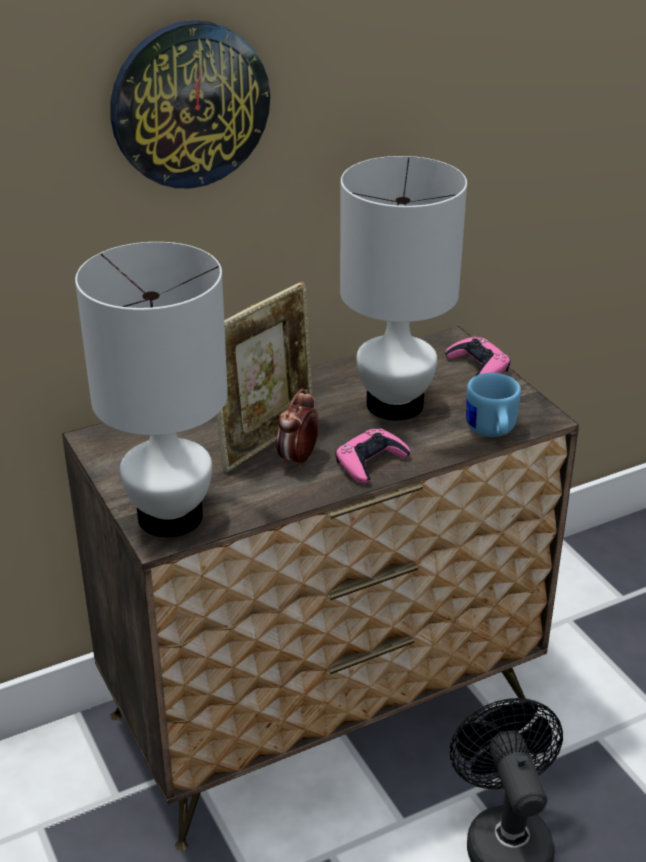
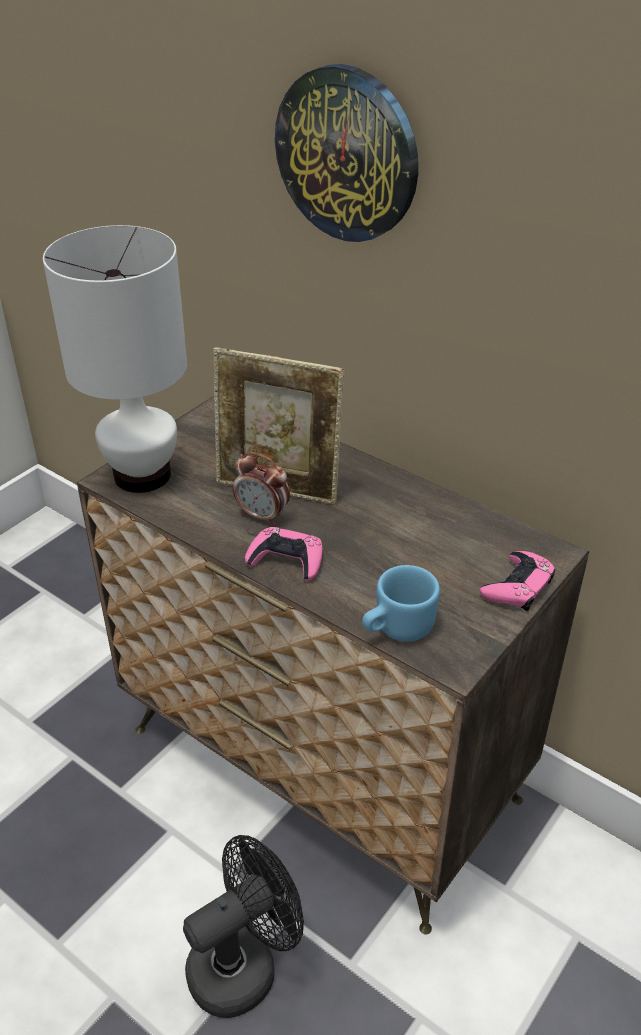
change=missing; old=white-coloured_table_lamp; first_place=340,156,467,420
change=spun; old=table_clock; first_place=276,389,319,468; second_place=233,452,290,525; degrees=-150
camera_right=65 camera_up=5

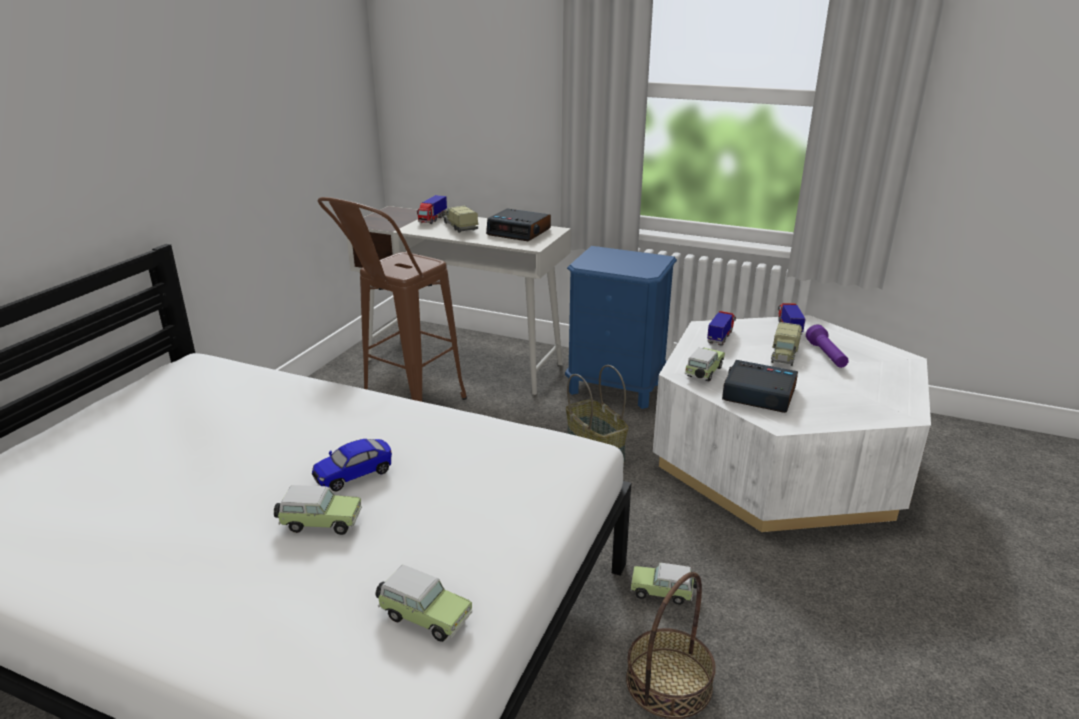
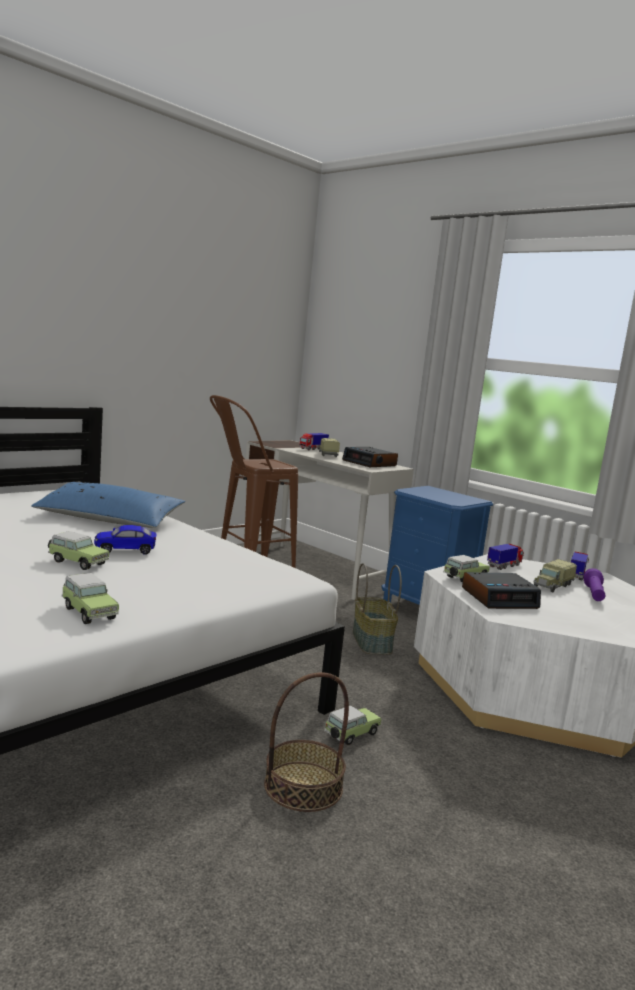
change=appeared; new=blue-coloured_throw_pillow; second_place=31,482,185,528
change=spun; old=miniature_car; first_place=631,563,697,605; second_place=324,705,382,745; degrees=105
change=spun; old=table_clock; first_place=722,360,798,413; second_place=462,572,541,609; degrees=120
camera_right=20 camera_up=-15

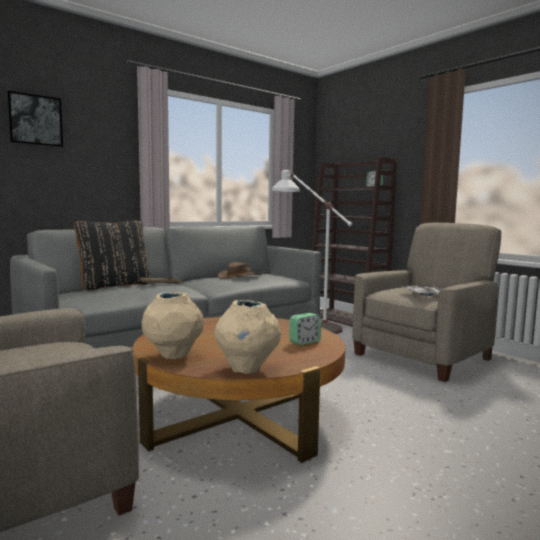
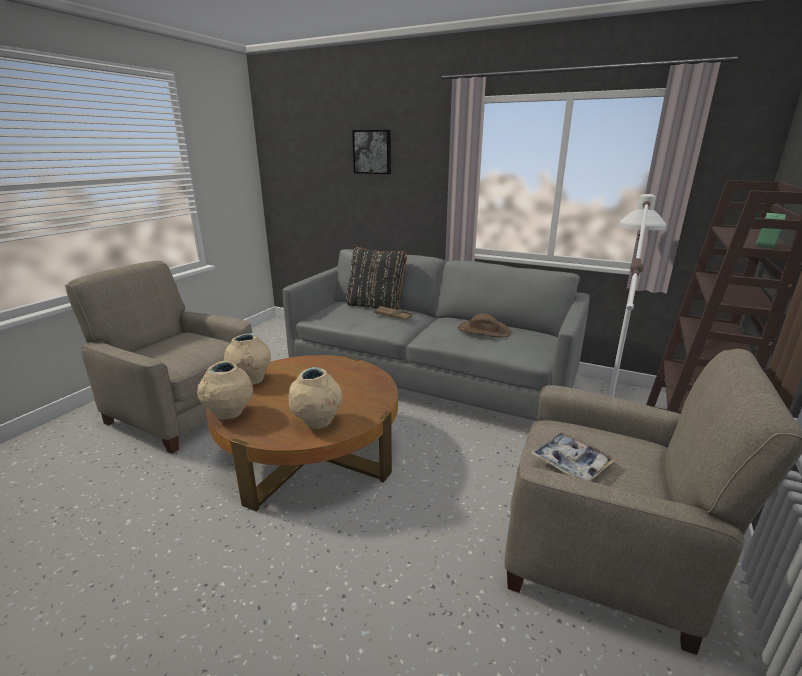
change=exchanged; old=table_clock; new=beige-coloured_flower_vase; first_place=289,313,321,345; second_place=289,367,342,429
camera_right=65 camera_up=15

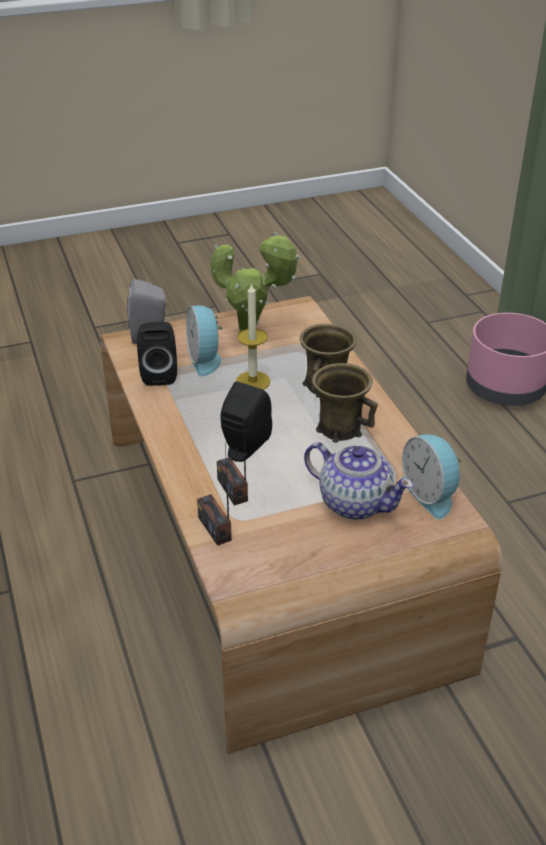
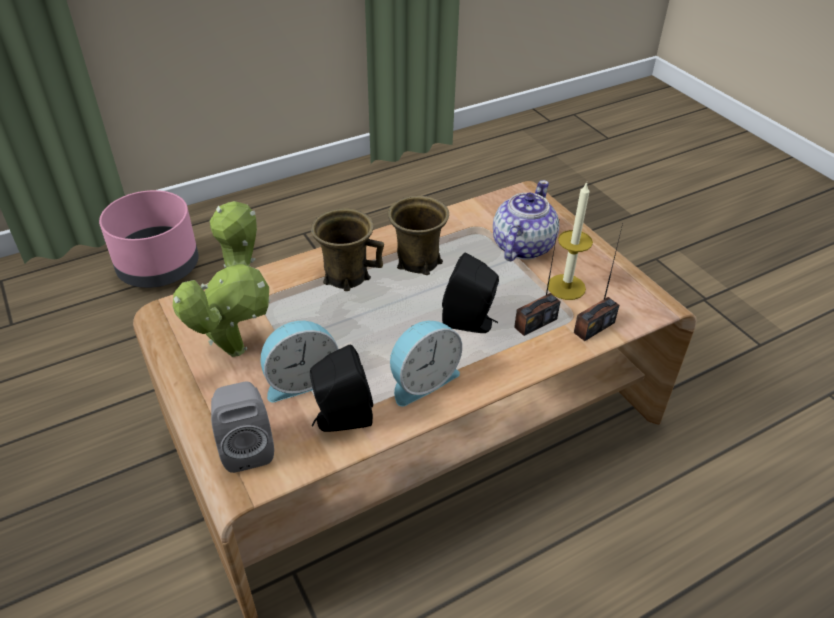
change=relocated; old=wax_candle; first_place=236,282,270,390; second_place=547,182,593,300
change=relocated; old=table_clock; first_place=401,434,463,519; second_place=390,321,462,407
camera_right=-100 camera_up=5

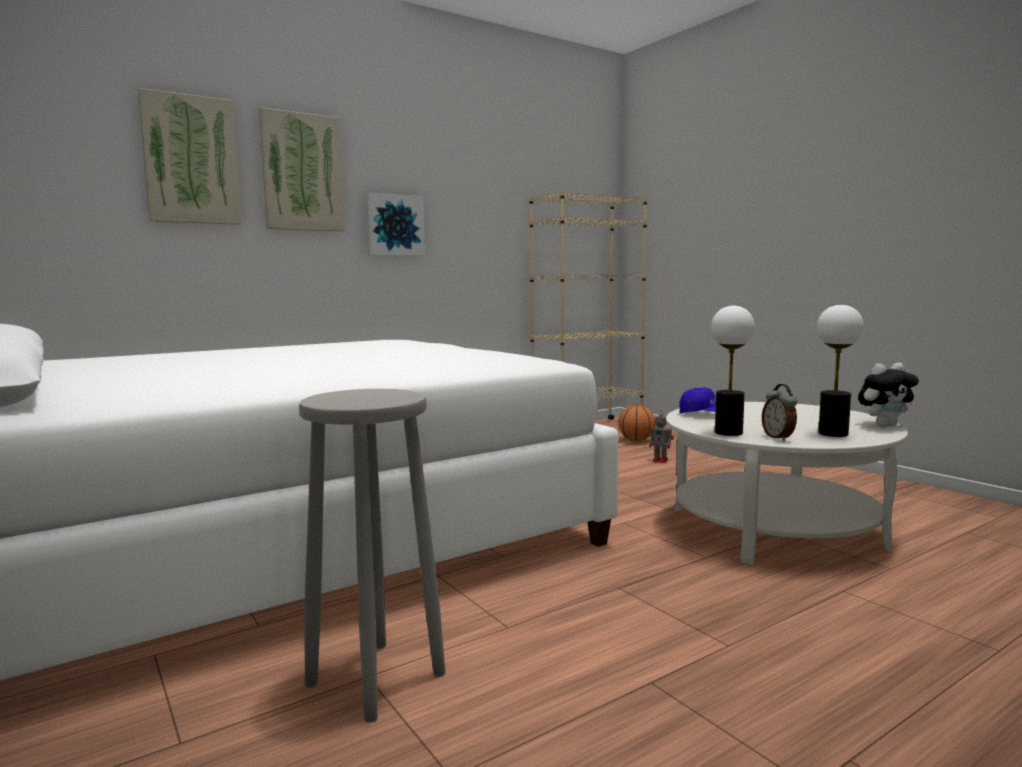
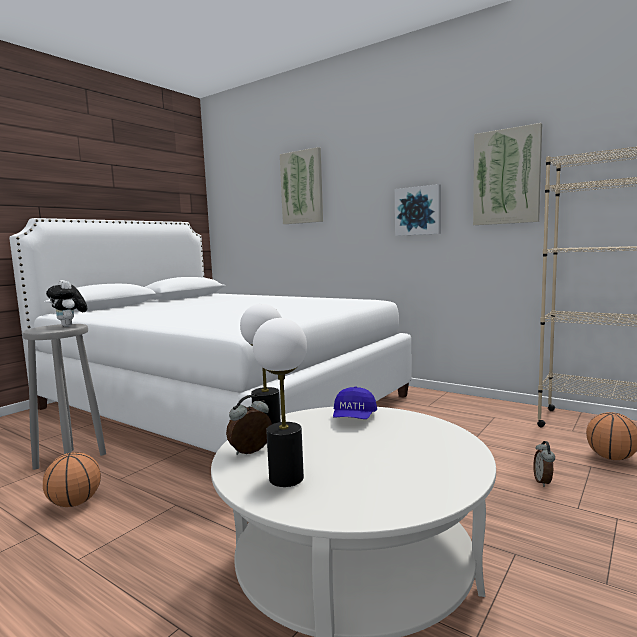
change=appeared; new=basketball; second_place=43,452,101,507
change=relocated; old=wall_art; first_place=259,107,345,231; second_place=473,123,542,225
change=relocated; old=soft_toy; first_place=858,363,919,427; second_place=46,280,87,327
change=exchanged; old=robot_figure; new=table_clock; first_place=649,410,674,463; second_place=533,441,555,487
camera_right=70 camera_up=0

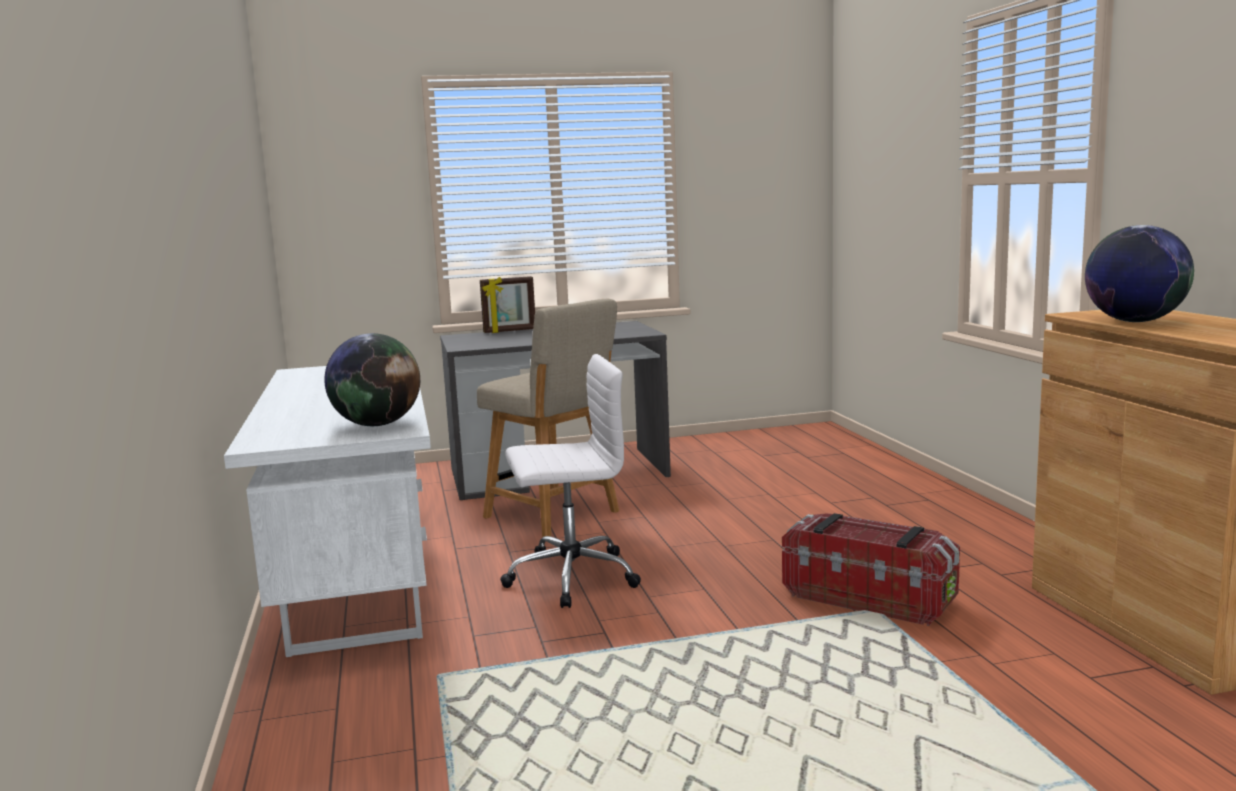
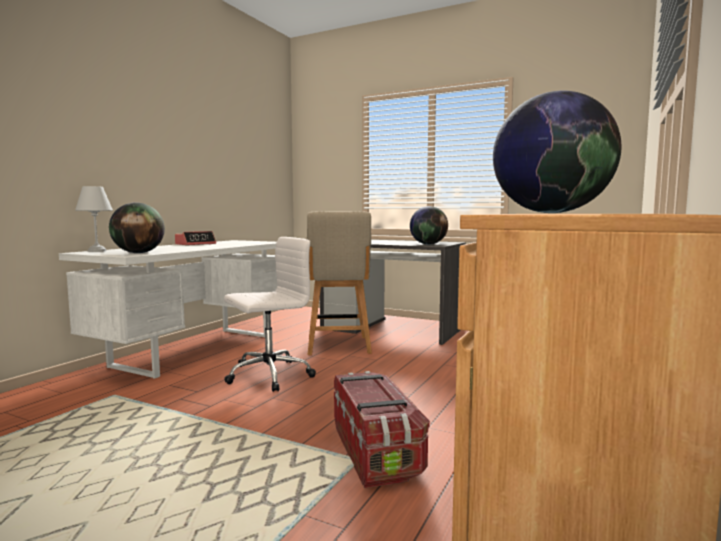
change=missing; old=standing_frame; first_place=480,276,535,333
change=appeared; new=white-coloured_table_lamp; second_place=75,186,113,252
change=appeared; new=table_clock; second_place=175,231,216,246
change=appeared; new=desk_globe; second_place=410,206,448,245
change=spun; old=white-coloured_desk_chair; first_place=500,354,641,608; second_place=224,237,316,392; degrees=-60
camera_right=40 camera_up=-5

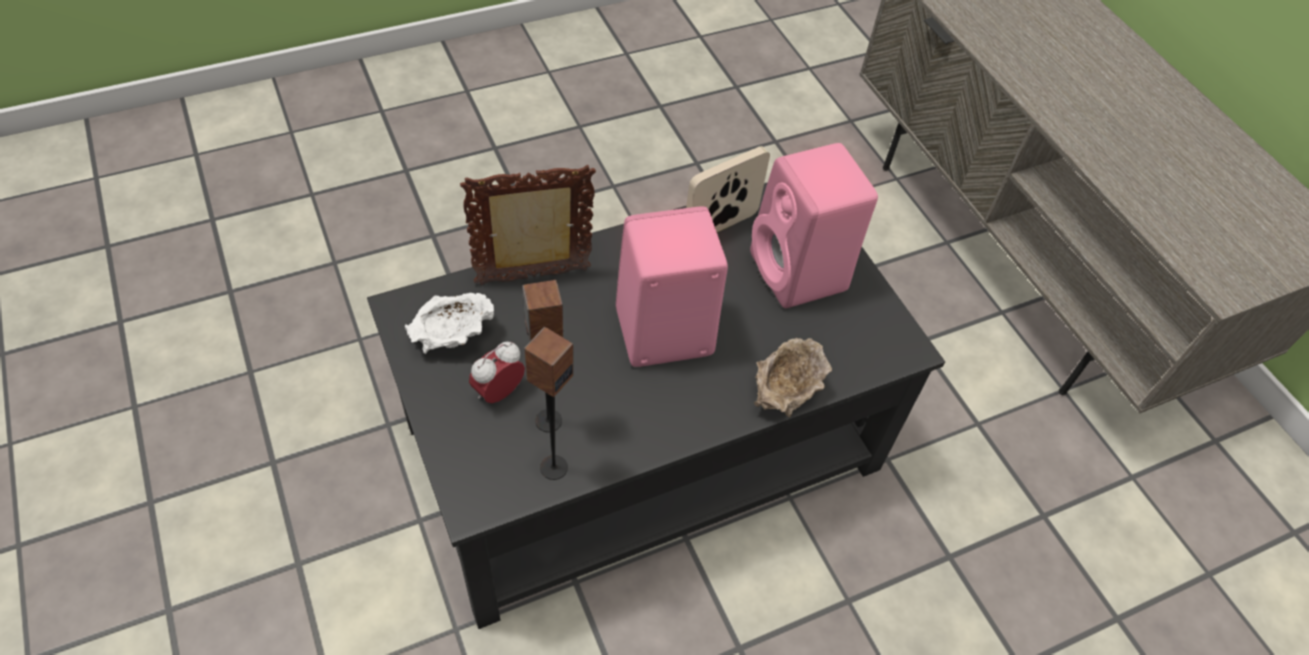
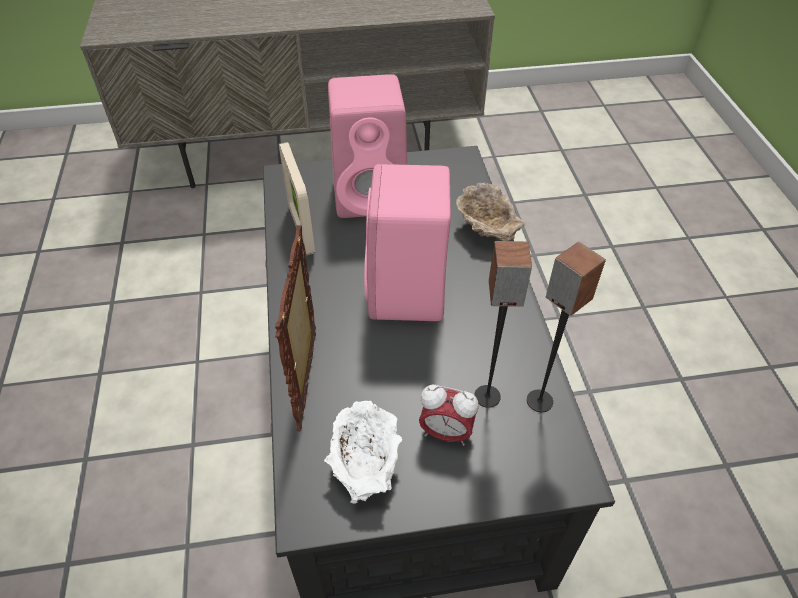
change=spun; old=table_clock; first_place=469,342,525,403; second_place=419,385,479,446; degrees=-45
camera_right=-70 camera_up=-5

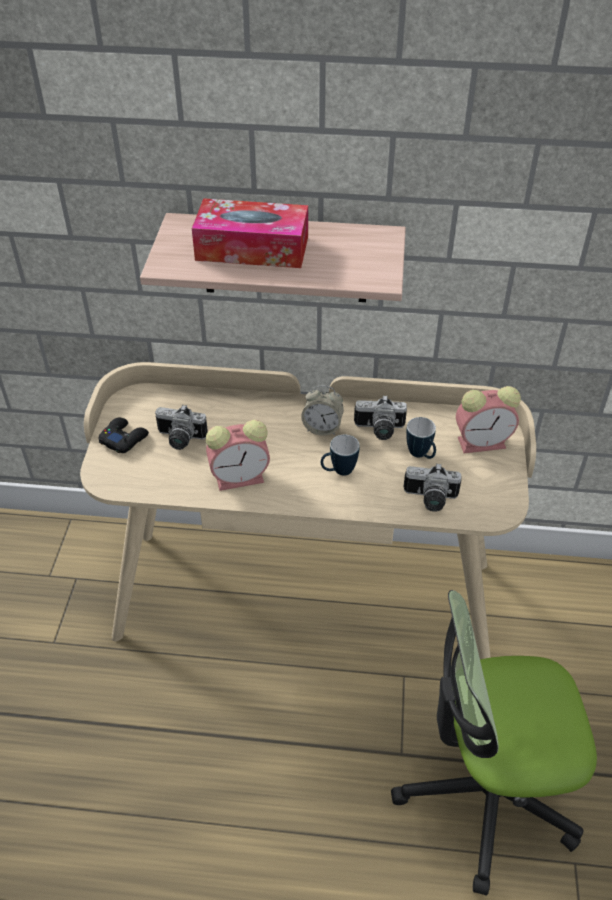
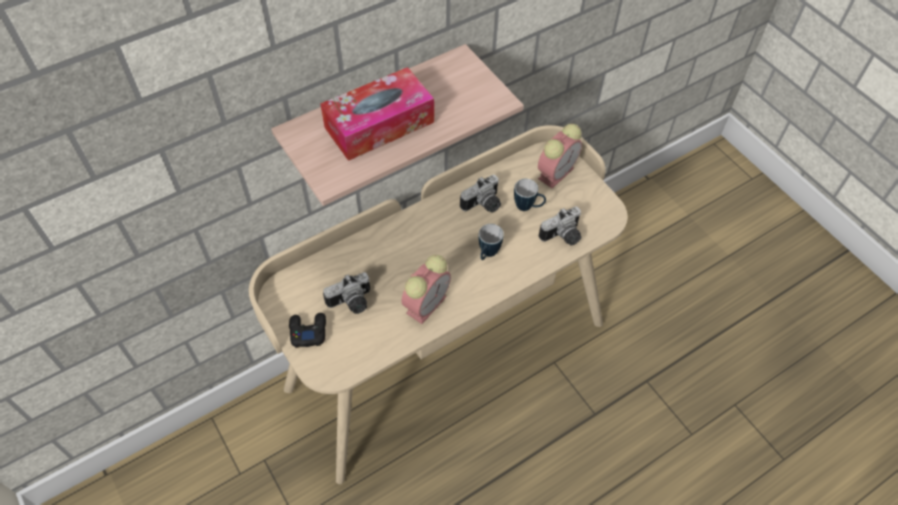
change=missing; old=table_clock; first_place=301,386,344,436
change=missing; old=desk_chair; first_place=391,590,597,896
camera_right=-40 camera_up=10

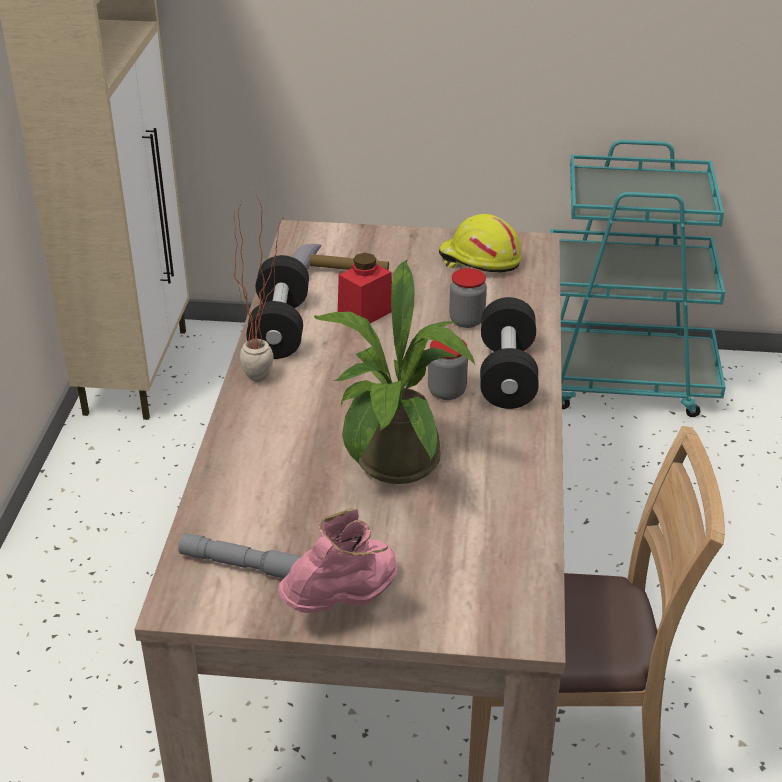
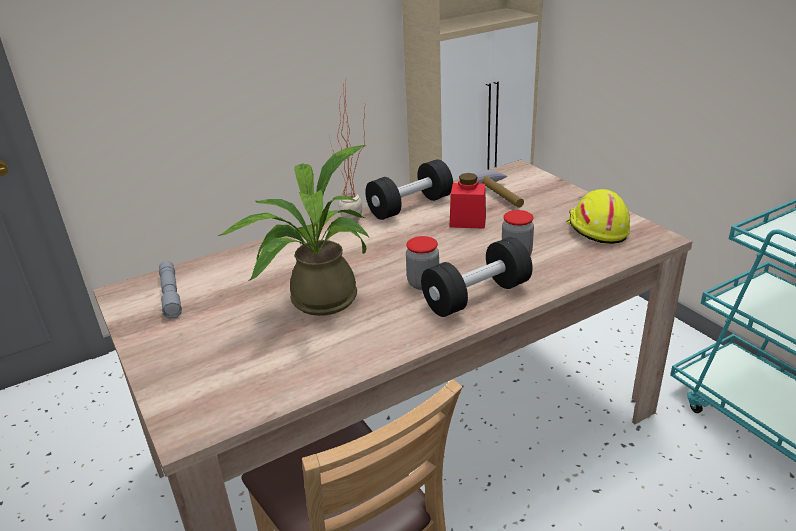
change=missing; old=pink_high-top_boot; first_place=278,509,398,613
camera_right=55 camera_up=-5

